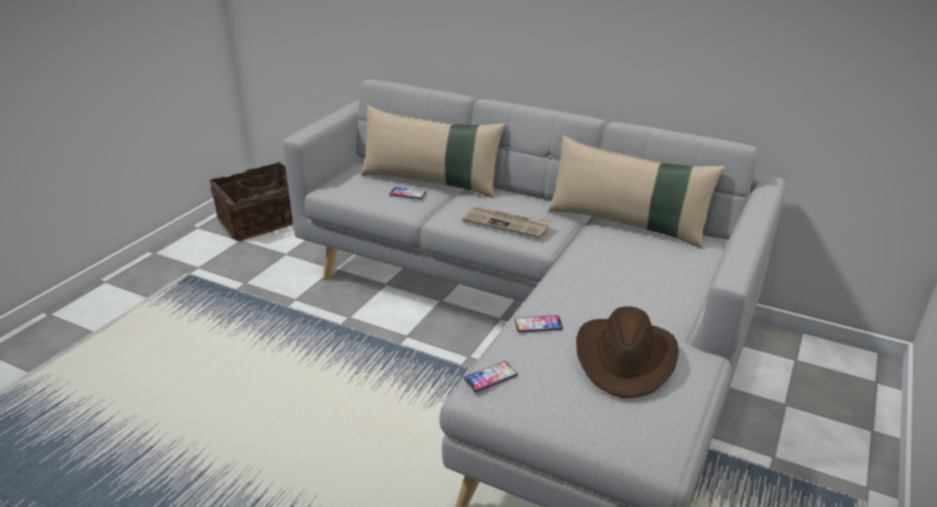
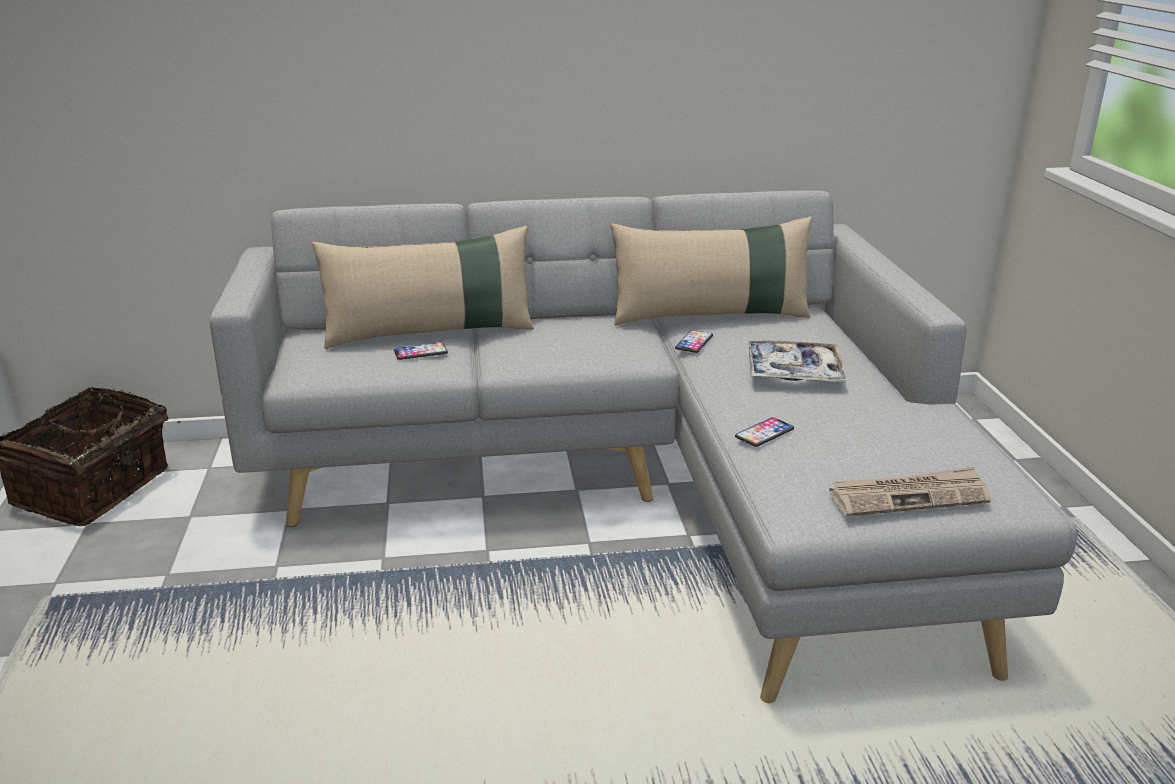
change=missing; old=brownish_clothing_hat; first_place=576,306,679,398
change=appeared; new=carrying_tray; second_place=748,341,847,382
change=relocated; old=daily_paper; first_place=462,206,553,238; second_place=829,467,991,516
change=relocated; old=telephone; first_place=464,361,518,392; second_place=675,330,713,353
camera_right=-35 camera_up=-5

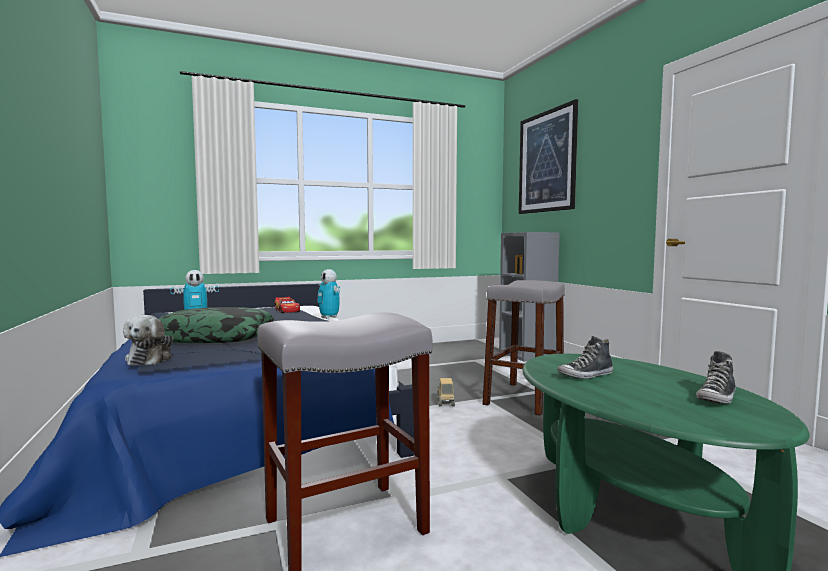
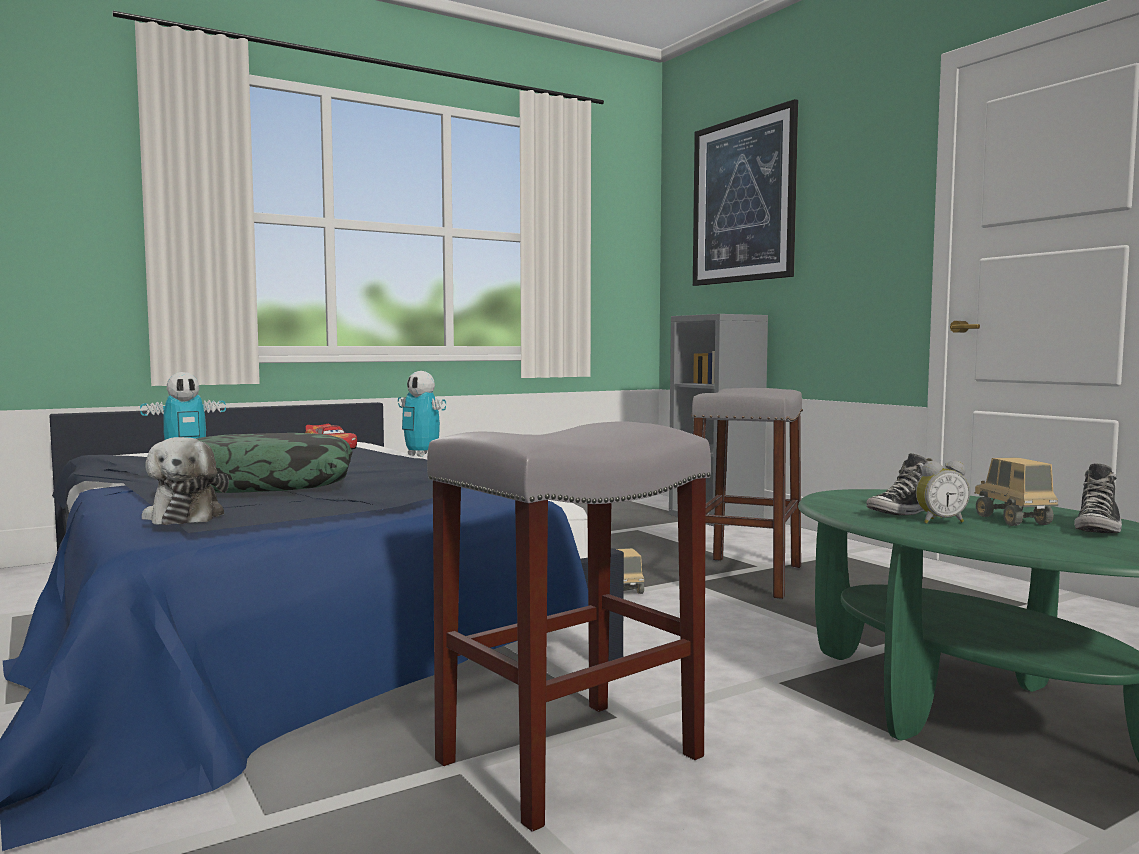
change=appeared; new=table_clock; second_place=916,461,970,524
change=appeared; new=model_truck; second_place=974,457,1058,526
camera_right=-10 camera_up=0

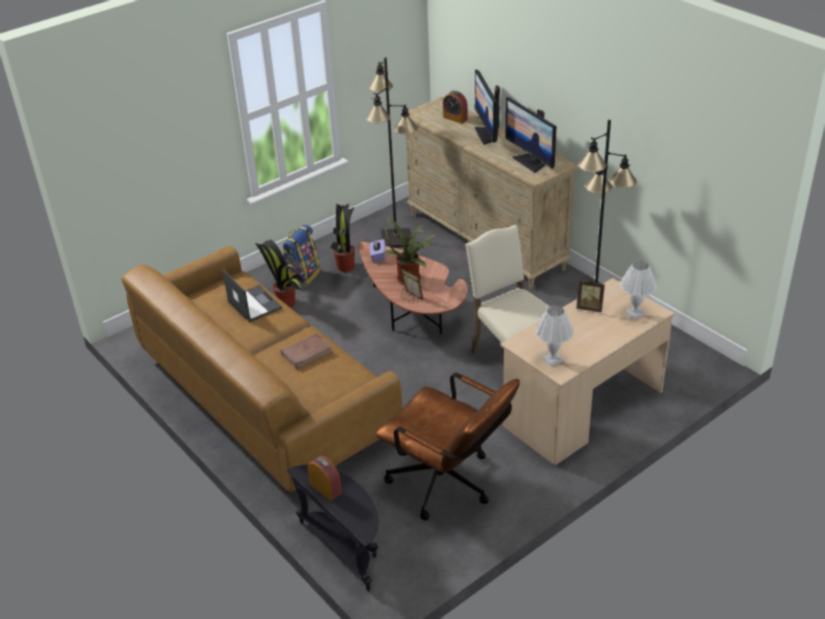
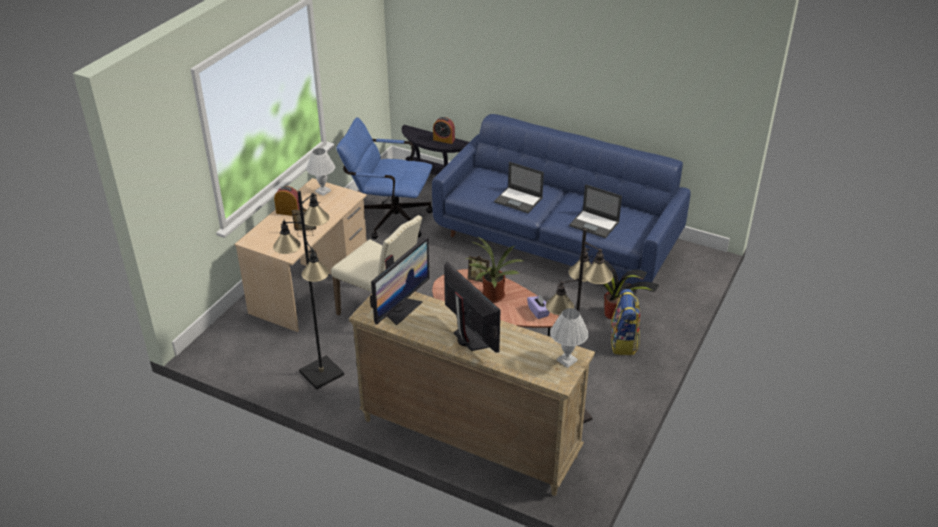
change=missing; old=plant_in_a_pot; first_place=330,203,355,272
change=relocated; old=table_clock; first_place=443,91,468,124; second_place=274,186,300,216
change=relocated; old=white-coloured_table_lamp; first_place=620,261,657,319; second_place=550,308,589,368
change=exchanged; old=brownish_book; new=notebook_computer; first_place=281,333,333,370; second_place=494,162,544,213
change=colour; old=brownish_couch; new=blue-coloured_couch; first_place=121,246,402,494; second_place=432,114,691,285
change=colour; old=brownish_desk_chair; new=blue-coloured_desk_chair; first_place=376,373,520,520; second_place=336,117,433,239
change=spun; old=computer_display; first_place=506,97,557,173; second_place=370,237,430,325; degrees=90
camera_right=155 camera_up=0

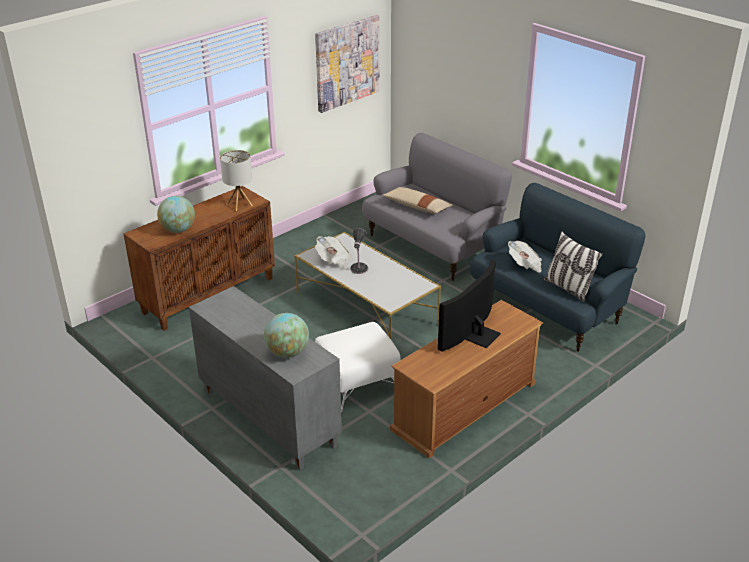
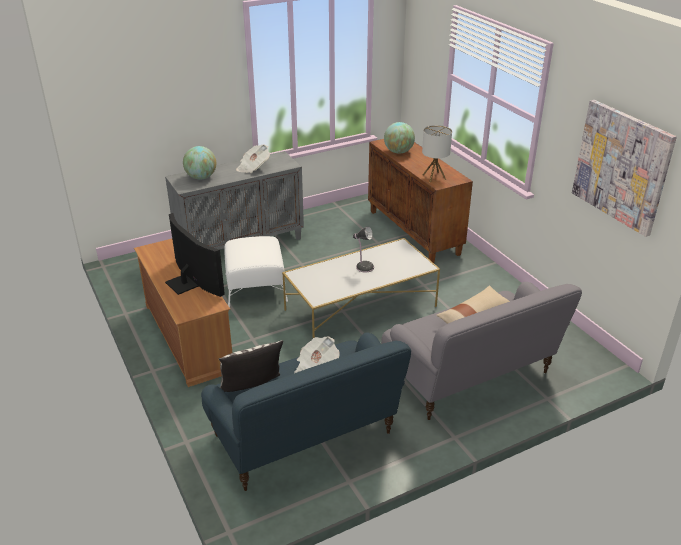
change=relocated; old=daily_paper; first_place=315,236,352,268; second_place=236,145,270,173
camera_right=105 camera_up=0

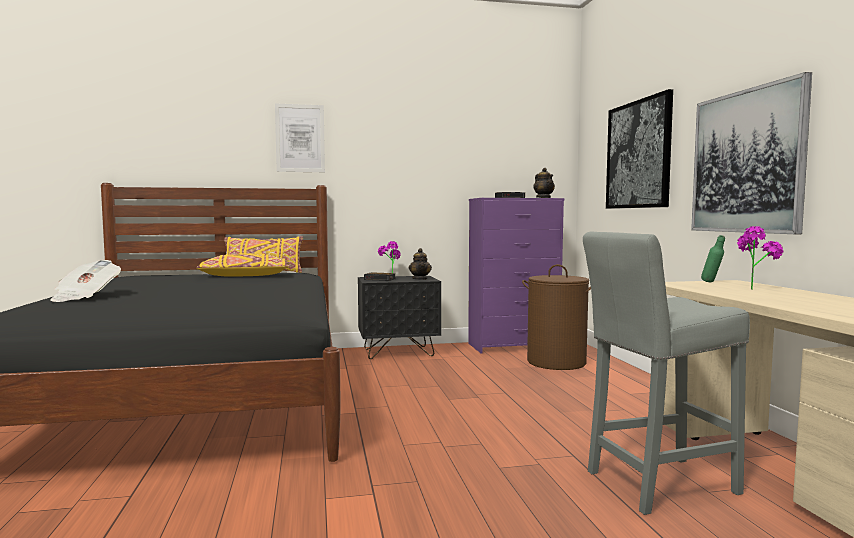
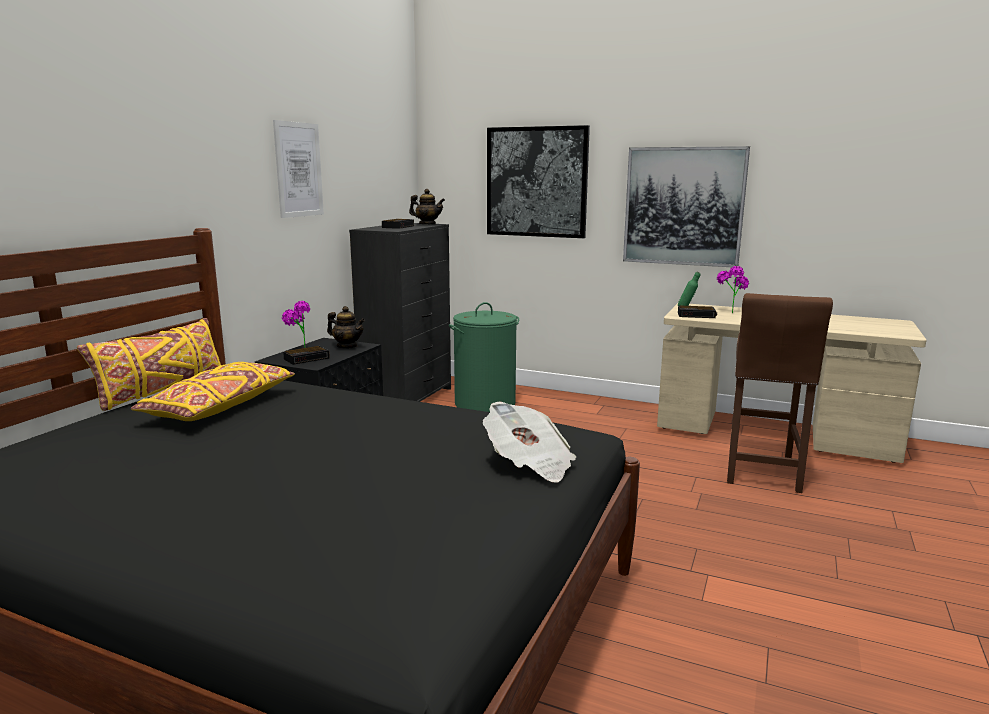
change=appeared; new=table_clock; second_place=678,306,717,318
change=relocated; old=daily_paper; first_place=50,260,121,302; second_place=483,402,576,483
change=relocated; old=wall_art; first_place=275,103,325,172; second_place=273,120,324,218
change=colour; old=purple-coloured_chest_of_drawers; new=blackish_chest_of_drawers; first_place=468,198,564,354; second_place=349,223,451,402
change=colour; old=brownish_hamper; new=green_hamper; first_place=522,264,591,370; second_place=449,302,519,412
change=colour; old=gray_stool; new=brownish_stool; first_place=583,232,750,515; second_place=727,293,833,493
camera_right=-55 camera_up=10

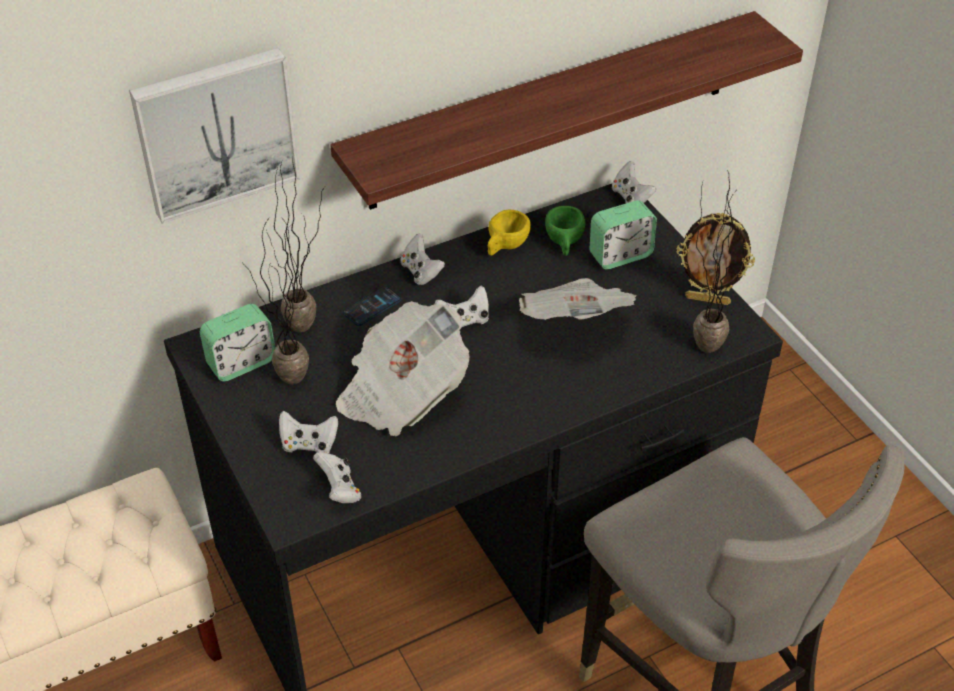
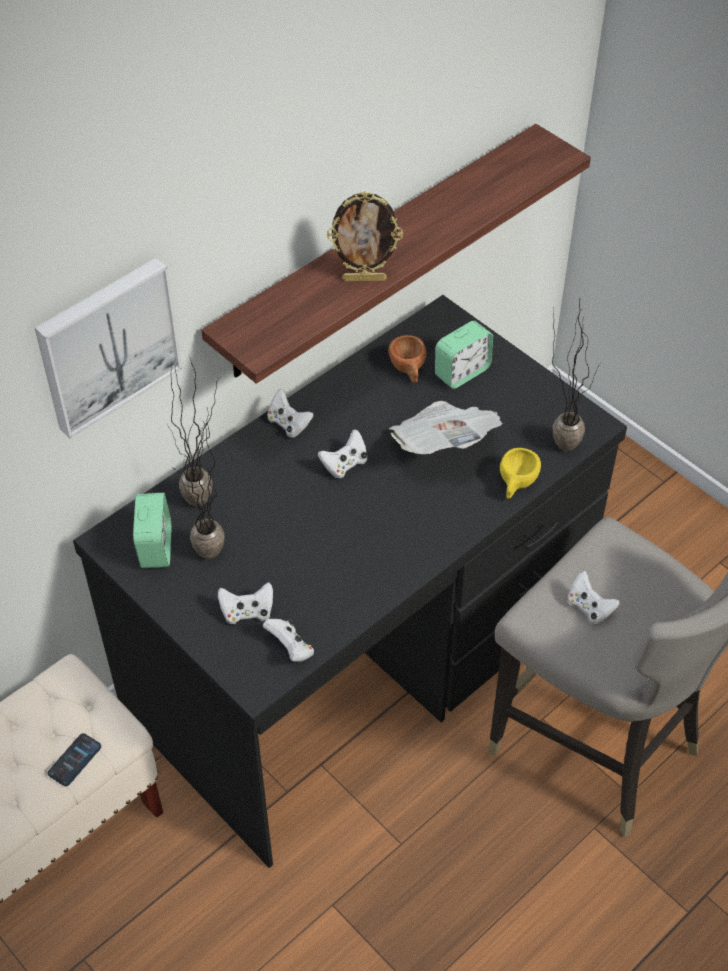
change=missing; old=daily_paper; first_place=336,301,470,437
change=relocated; old=telephone; first_place=342,285,402,326; second_place=48,733,101,786
change=relocated; old=yellowish_small_cup; first_place=488,210,531,256; second_place=500,448,541,499
change=relocated; old=white-coloured_joypad; first_place=612,161,656,203; second_place=568,571,620,624
change=relocated; old=standing_frame; first_place=677,213,755,305; second_place=327,192,403,282
change=colour; old=green_small_cup; new=brownish_small_cup; first_place=545,206,585,256; second_place=388,335,427,383
change=spun; old=table_clock; first_place=200,304,275,381; second_place=133,493,171,568; degrees=-45
camera_right=-15 camera_up=5

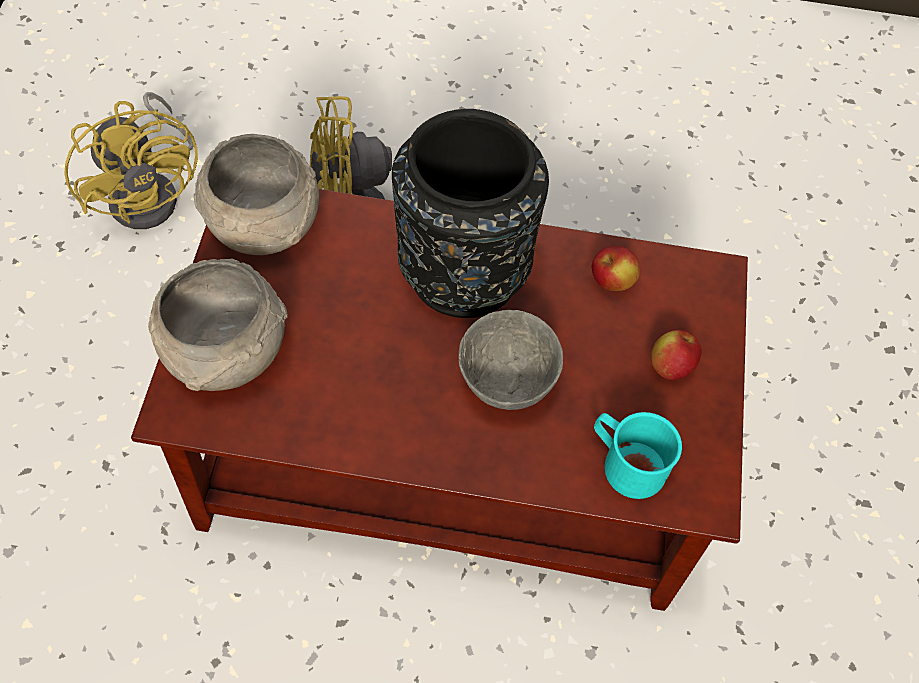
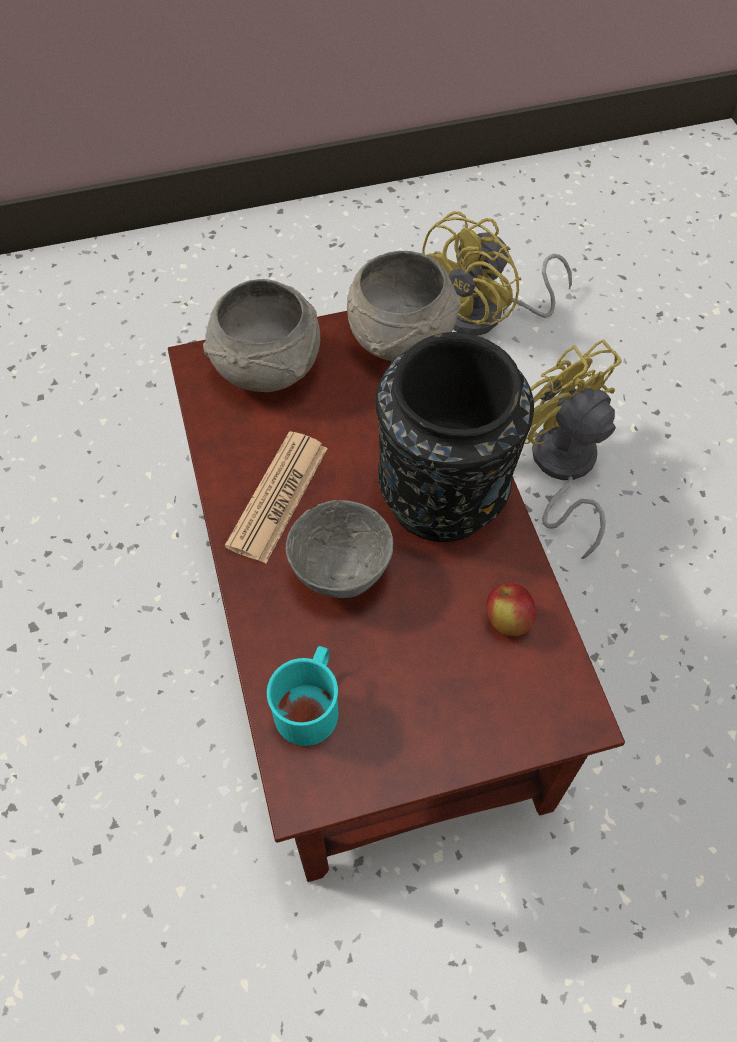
change=missing; old=apple_fruit; first_place=651,330,702,380
change=appeared; new=daily_paper; second_place=225,431,328,563
camera_right=70 camera_up=0

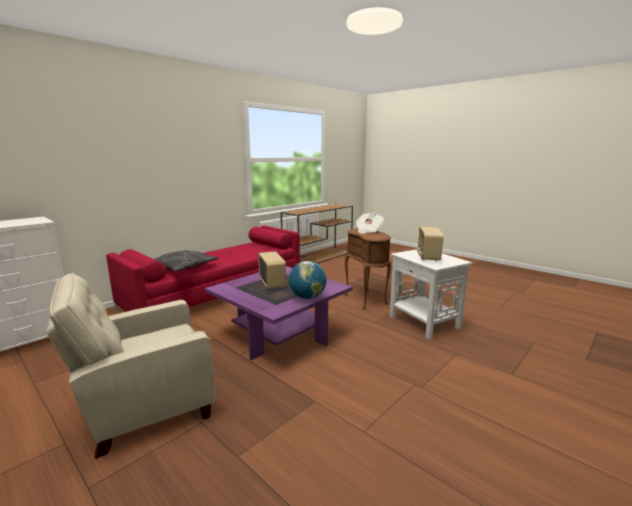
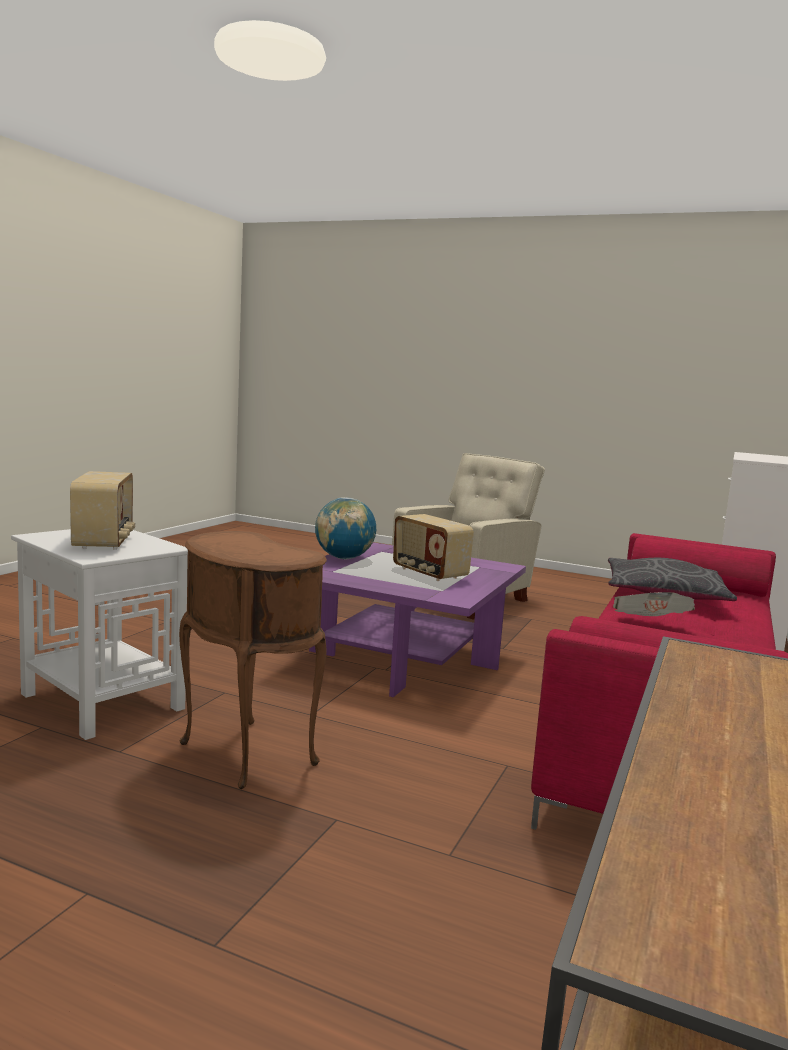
change=relocated; old=daily_paper; first_place=356,212,384,234; second_place=613,592,695,616
camera_right=160 camera_up=-5

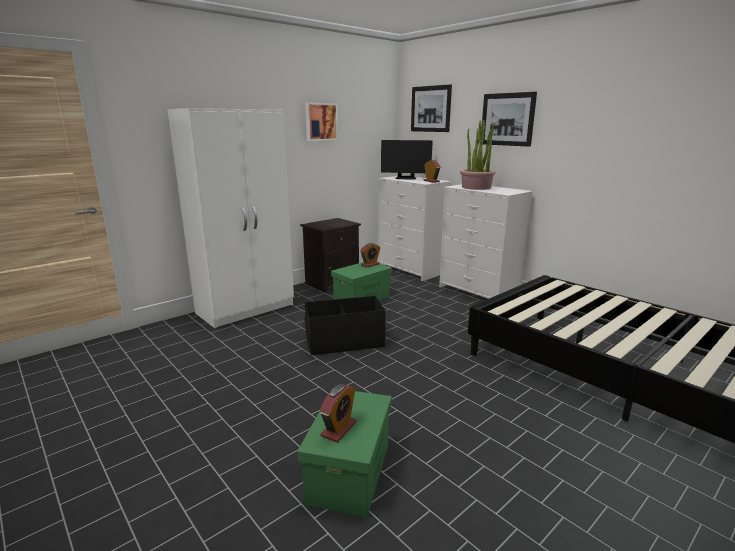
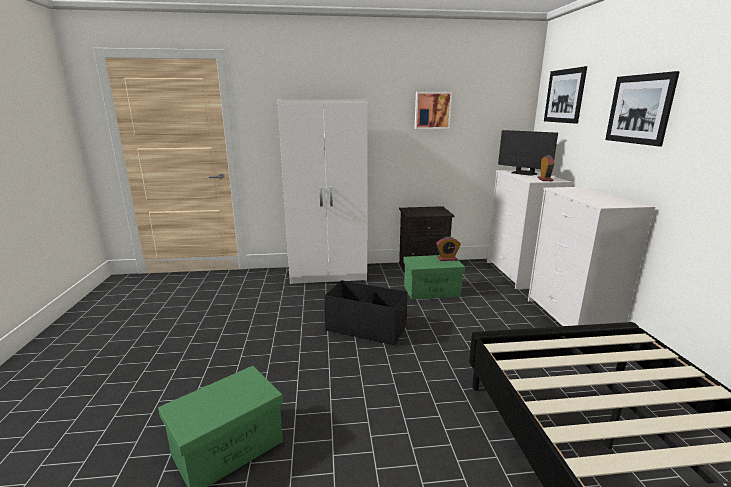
change=missing; old=table_clock; first_place=320,384,357,443
change=missing; old=plant_in_a_pot; first_place=460,120,495,190
camera_right=35 camera_up=0

